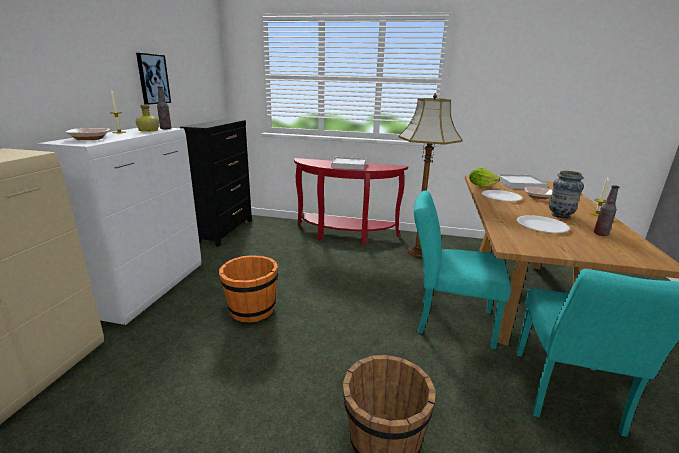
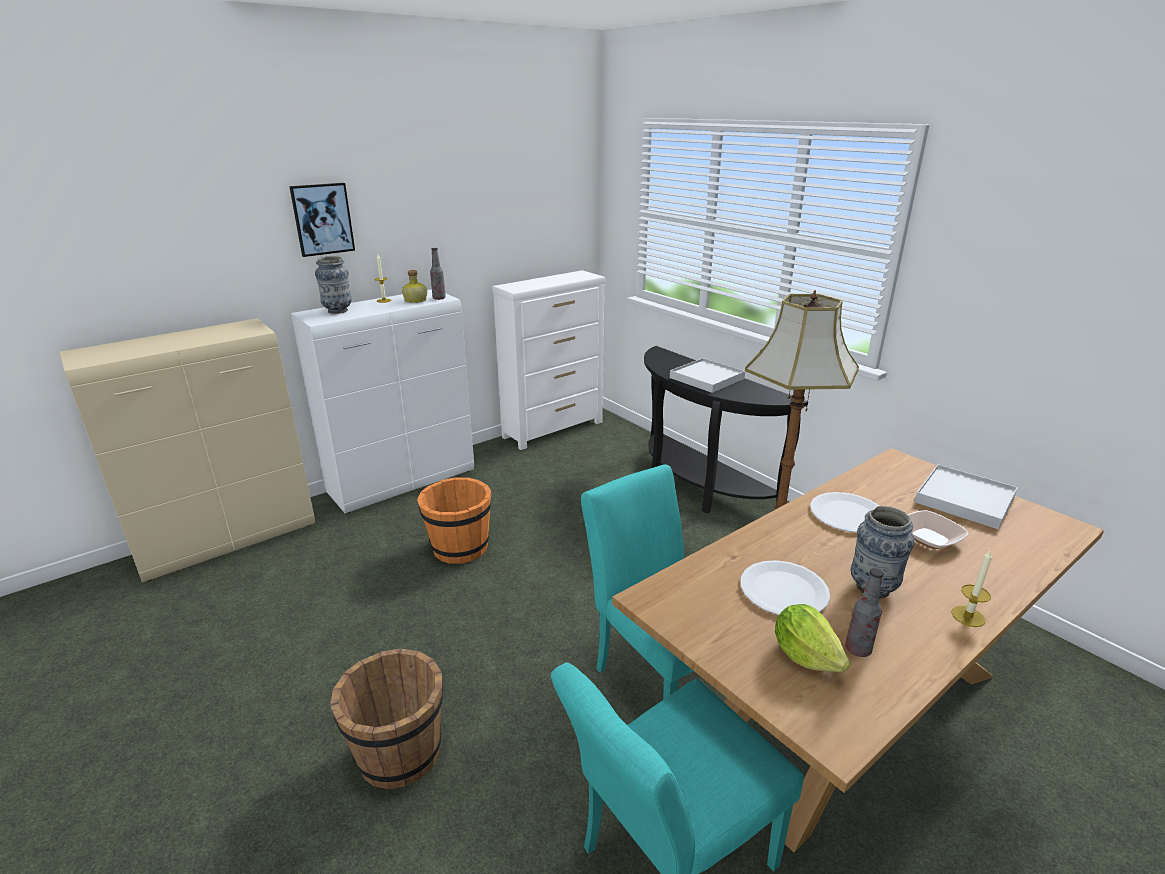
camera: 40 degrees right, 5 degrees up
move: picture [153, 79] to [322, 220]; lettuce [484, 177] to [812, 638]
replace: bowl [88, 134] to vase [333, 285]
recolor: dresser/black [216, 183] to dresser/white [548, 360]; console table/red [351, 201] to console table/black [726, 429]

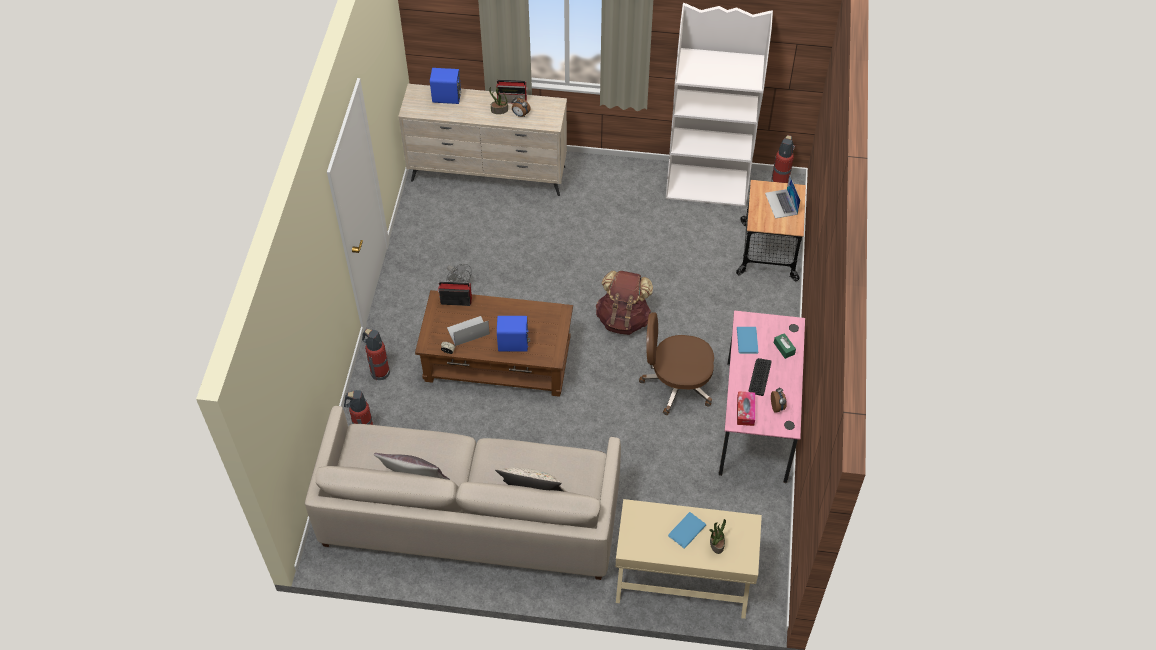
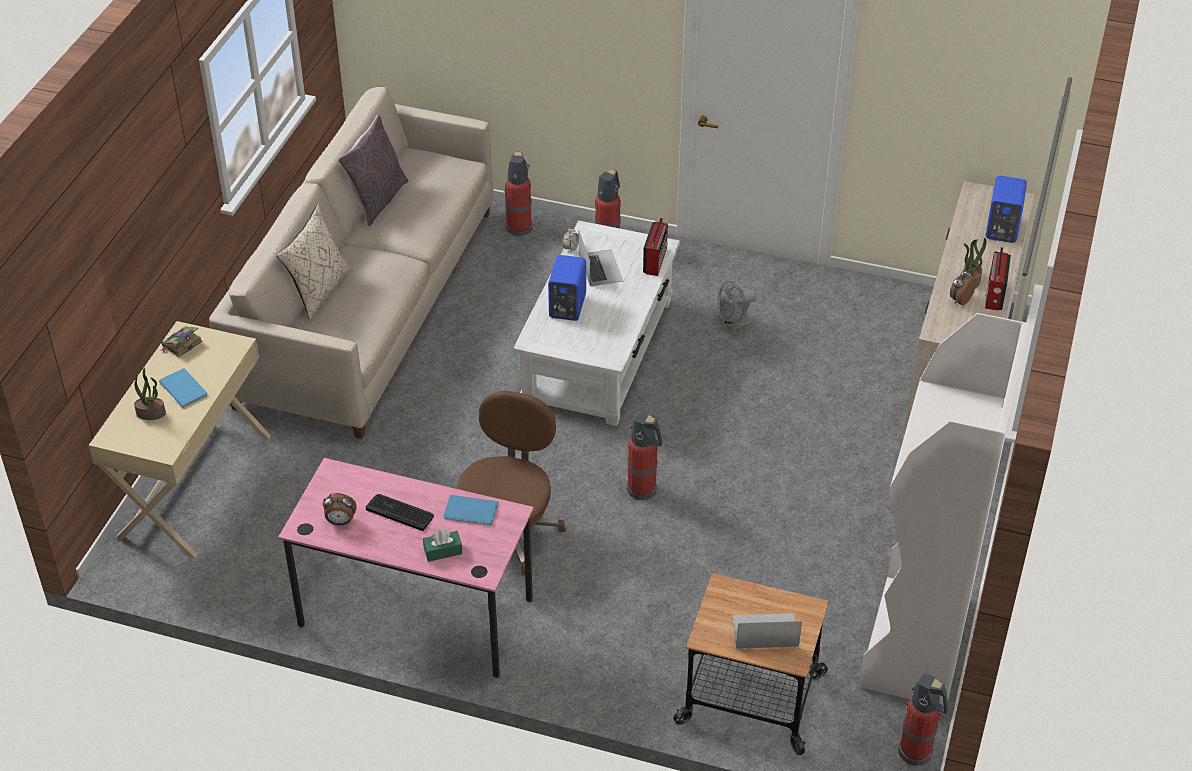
camera: 100 degrees right, 10 degrees down
delete: tissue box [746, 408]
insert: book [181, 342]
replace: backpack/brown [624, 303] to fire extinguisher [645, 456]
recolor: coffee table/brown [494, 343] to coffee table/white [596, 323]

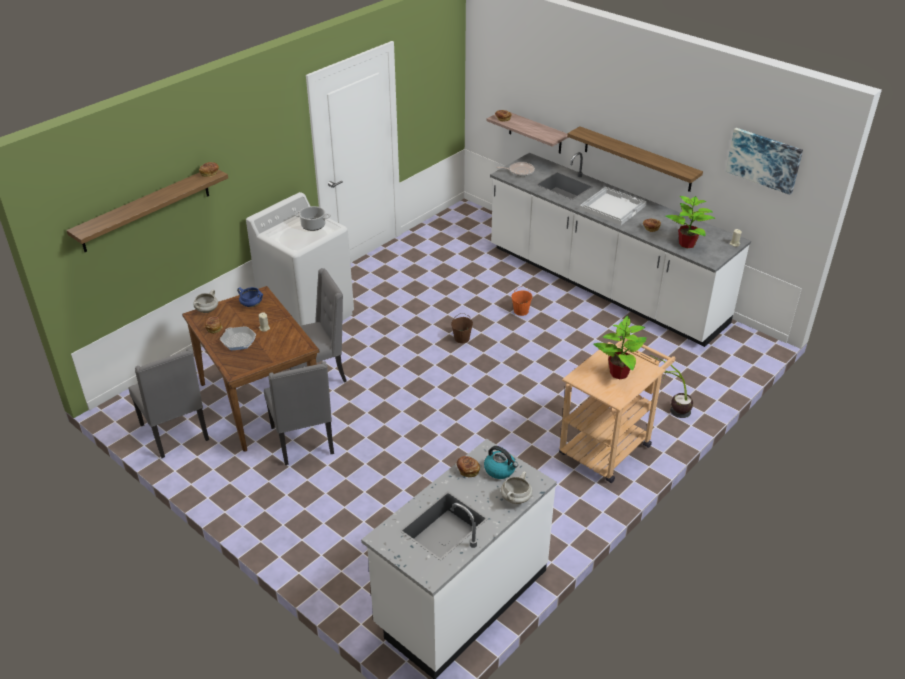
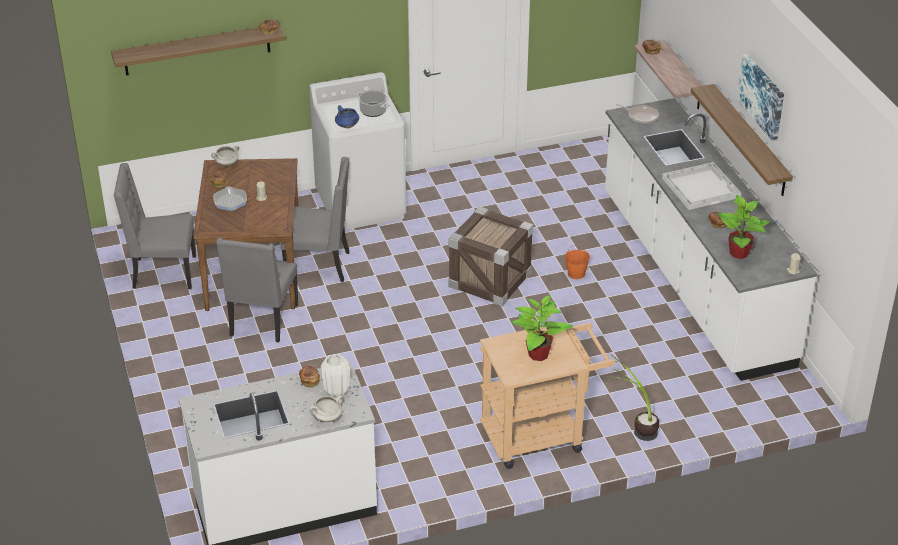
camera: 30 degrees right, 0 degrees up
move: cooking pot/blue [250, 297] to [347, 116]; picture [764, 161] to [760, 97]
replace: bucket/brown [462, 328] to crate [490, 256]; kettle [501, 462] to vase/white [335, 375]
rotate: chair/grey [169, 403] = [155, 226] 90 degrees clockwise

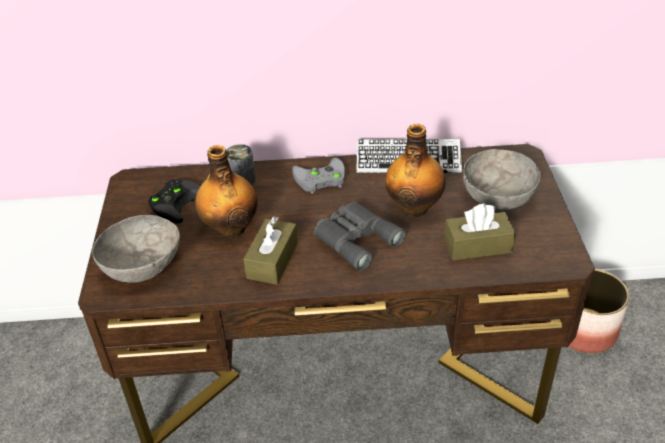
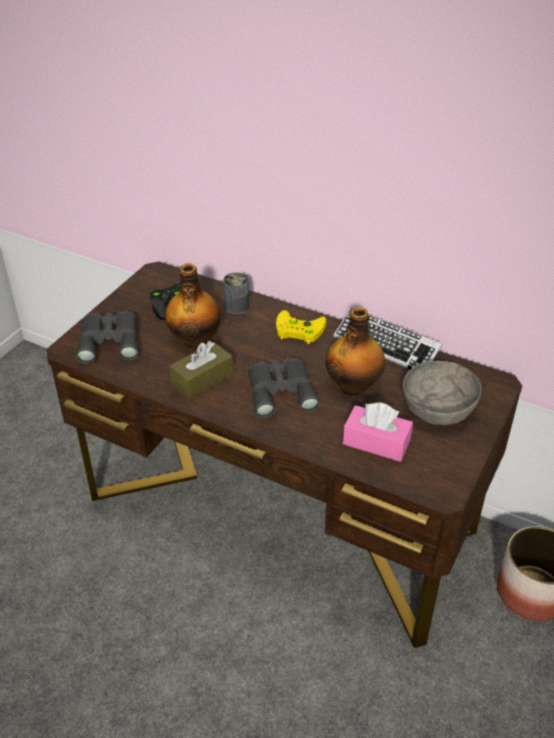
camera: 30 degrees right, 0 degrees up
replace: bowl/grey [136, 249] to binoculars/grey [107, 337]
recolor: game controller/grey [318, 176] to game controller/yellow [301, 327]; tissue box/brown [480, 231] to tissue box/pink [378, 432]

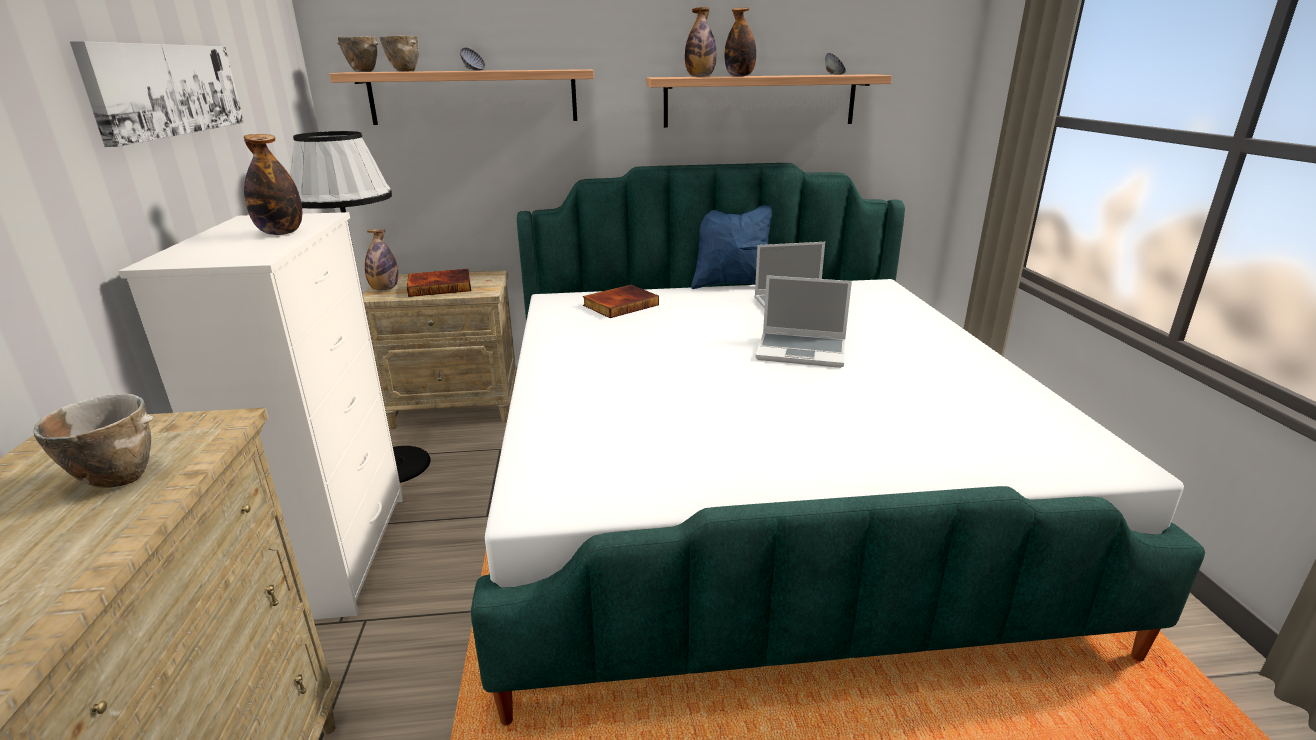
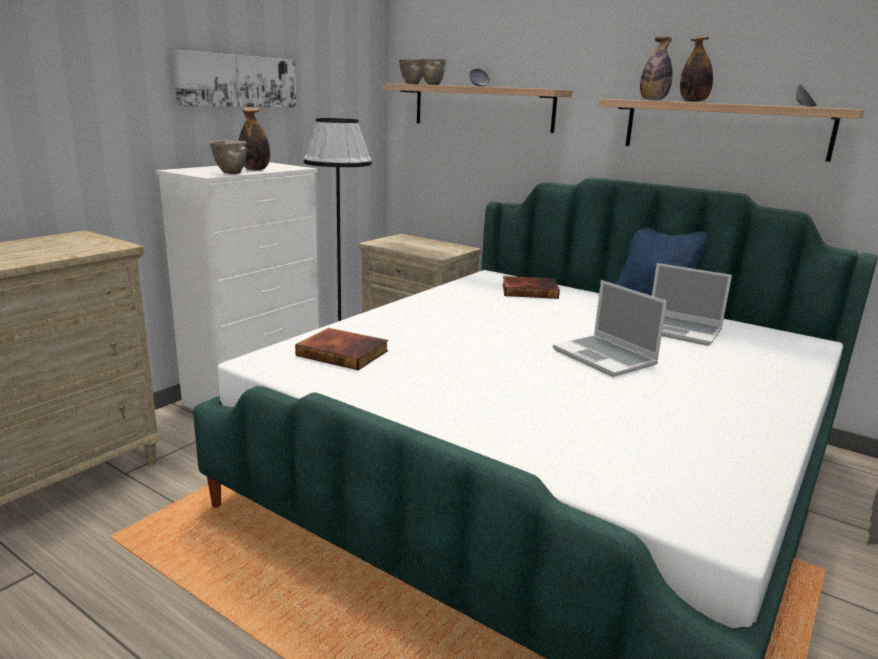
camera: 40 degrees right, 5 degrees down
delete: bottle [381, 260]
move: bowl [93, 441] to [228, 157]; book [439, 283] to [341, 349]

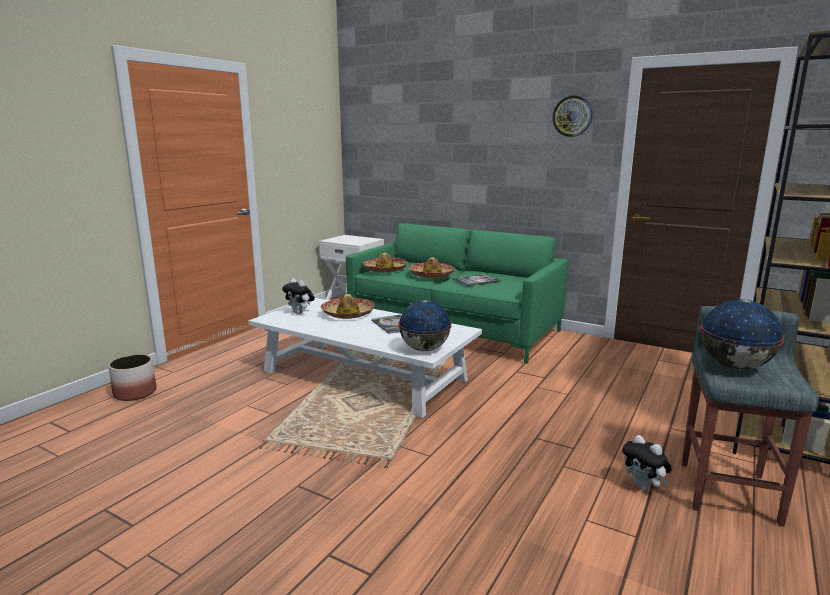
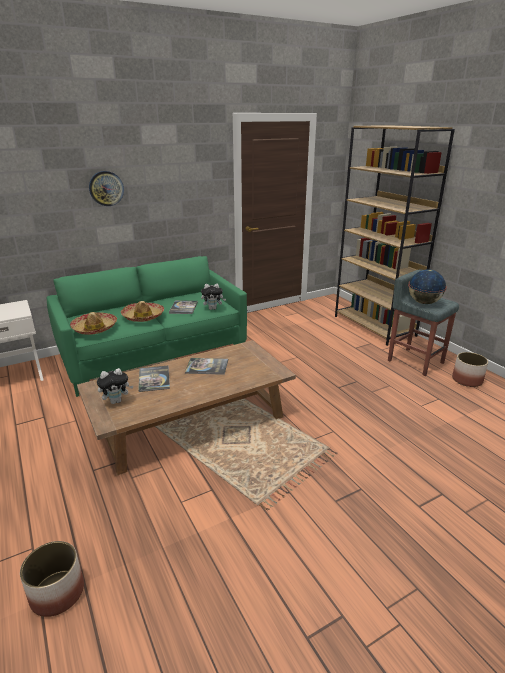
camera: 60 degrees left, 10 degrees up
delete: globe [425, 325]
insert: planter [470, 369]
move: wall clock [572, 116] to [106, 188]; plush toy [647, 463] to [213, 297]
replace: hat [347, 306] to book [154, 379]
recolor: coffee table/white [365, 358] to coffee table/brown [186, 407]

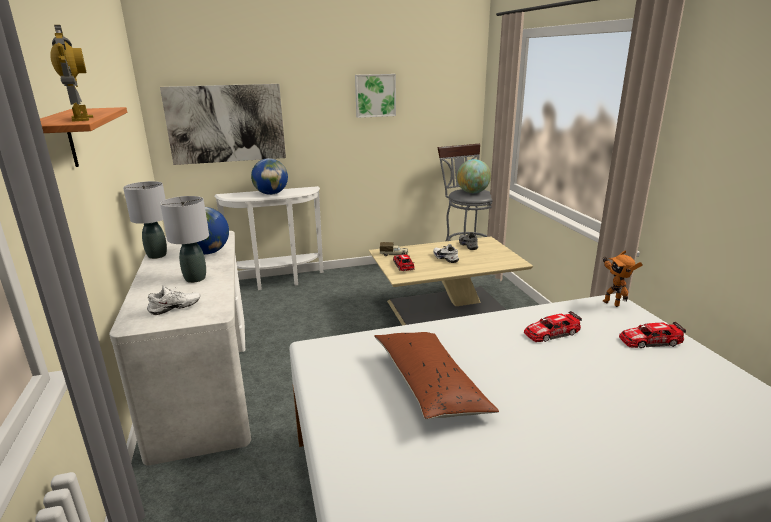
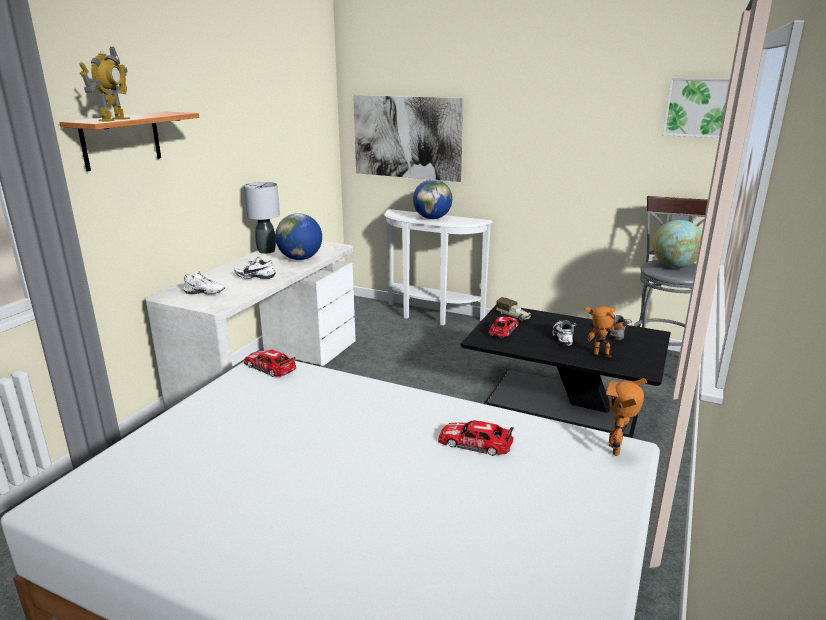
camera: 40 degrees right, 0 degrees up
delete: pillow/brown [436, 375]
insert: toy robot [607, 331]
move: picture [375, 96] to [696, 108]; toy car [652, 335] to [270, 363]
replace: table lamp/grey [184, 239] to shoe/white [254, 267]
recolor: coffee table/beige [451, 280] to coffee table/black [565, 371]

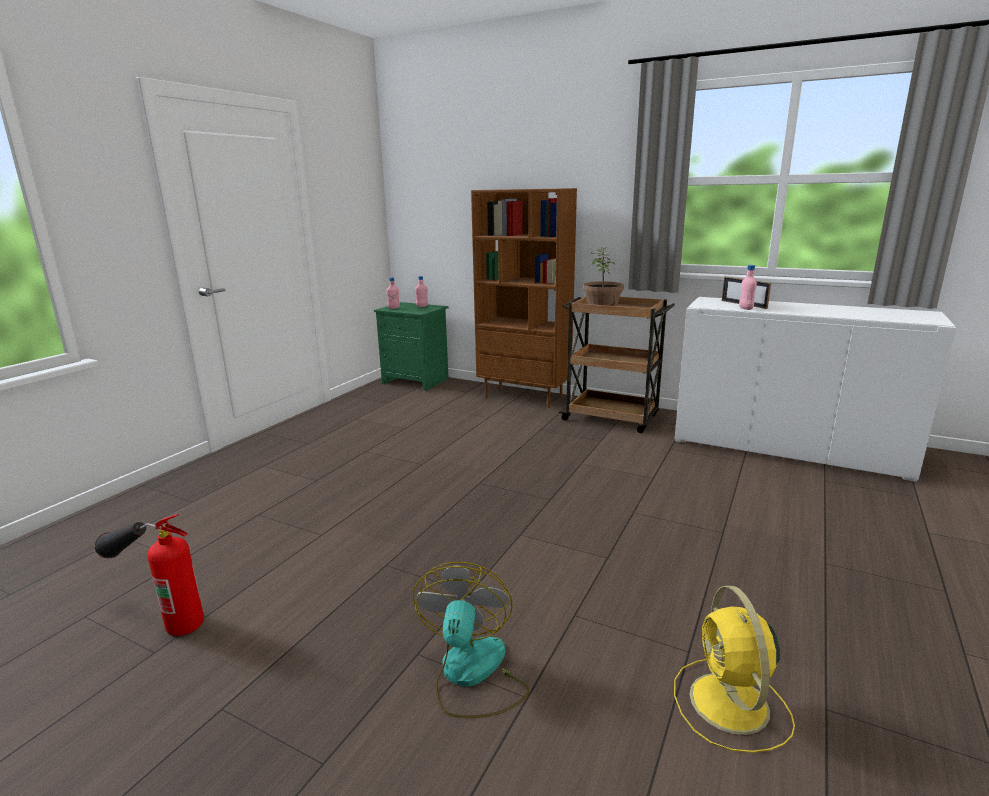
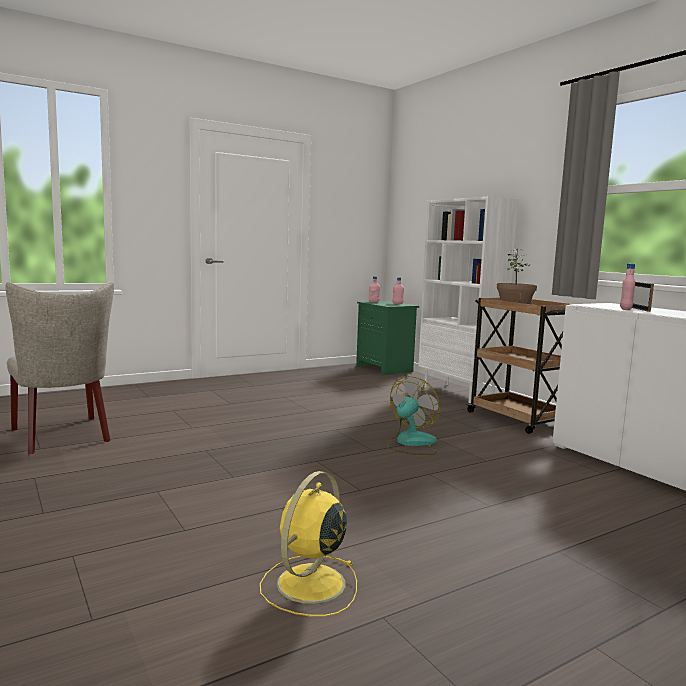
camera: 30 degrees right, 10 degrees down
move: fan [471, 640] to [413, 415]
replace: fire extinguisher [149, 575] to chair/beige [60, 367]
recolor: bookcase/brown [524, 298] to bookcase/white [468, 300]

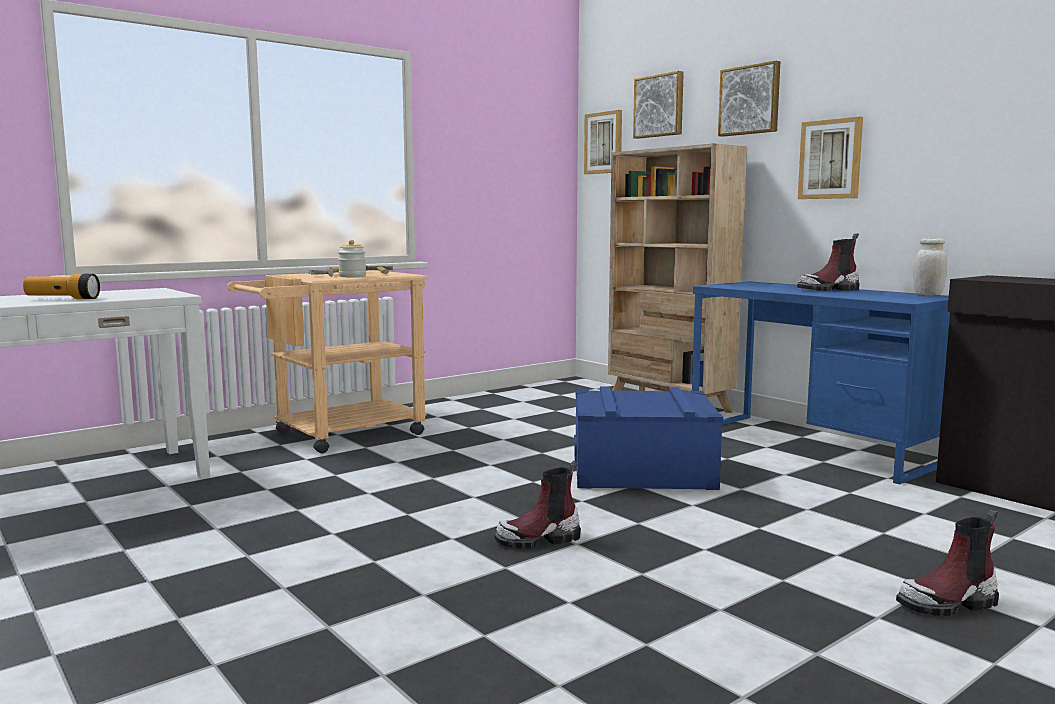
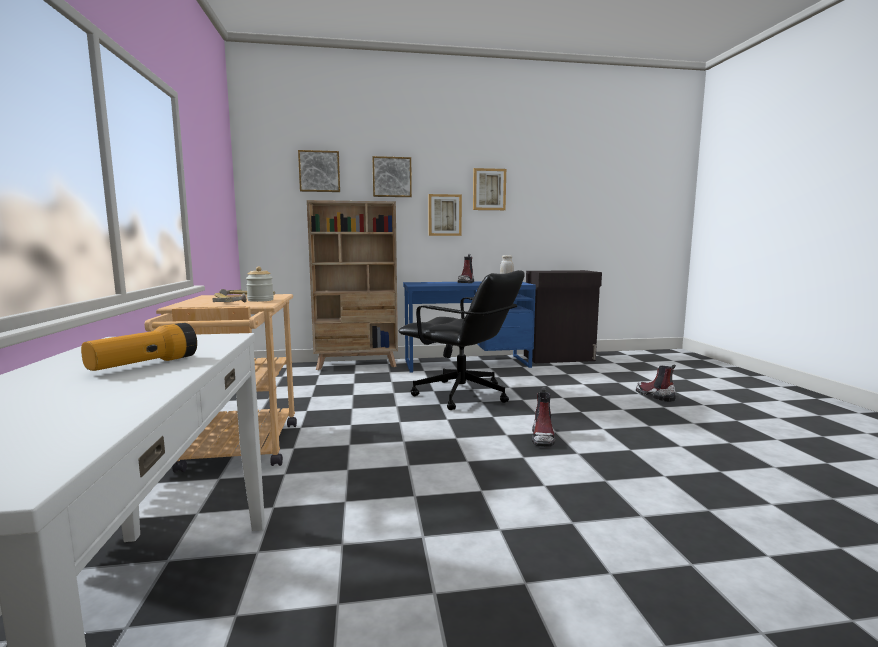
camera: 60 degrees left, 0 degrees up
move: picture [603, 142] to [489, 189]
replace: storage box/blue [648, 438] to office chair/black [462, 340]
rotate: boot [947, 563] = [656, 383] 135 degrees clockwise

